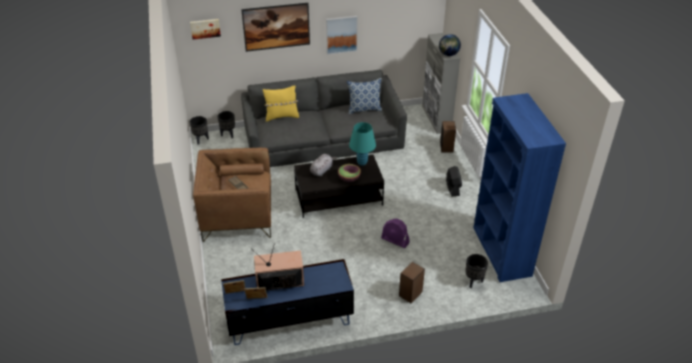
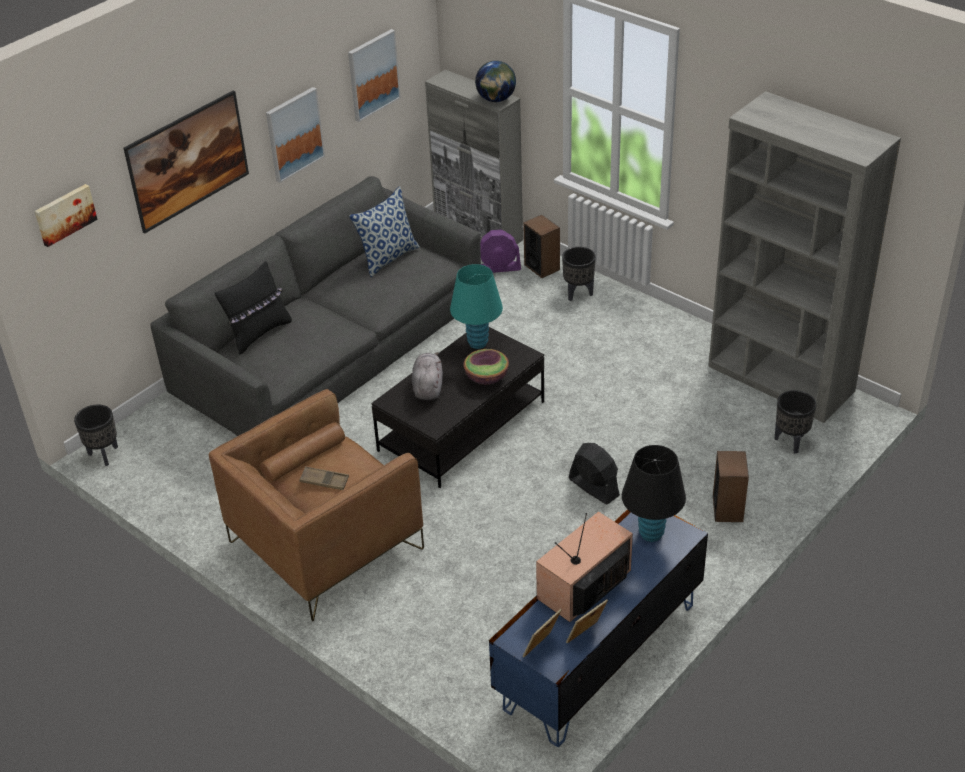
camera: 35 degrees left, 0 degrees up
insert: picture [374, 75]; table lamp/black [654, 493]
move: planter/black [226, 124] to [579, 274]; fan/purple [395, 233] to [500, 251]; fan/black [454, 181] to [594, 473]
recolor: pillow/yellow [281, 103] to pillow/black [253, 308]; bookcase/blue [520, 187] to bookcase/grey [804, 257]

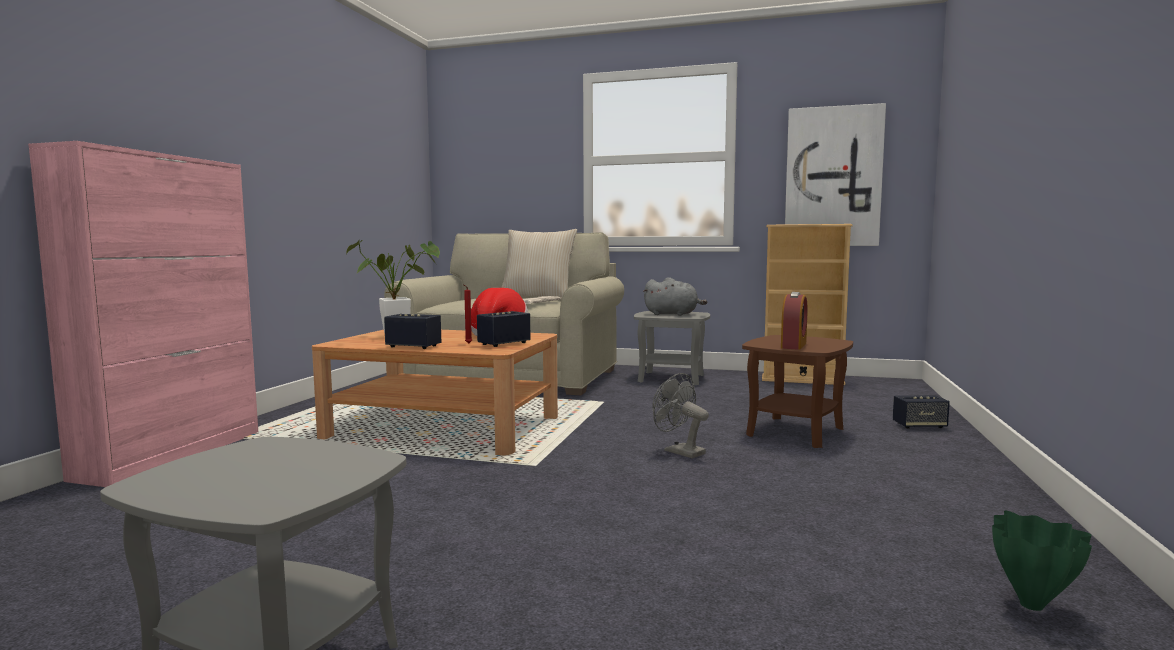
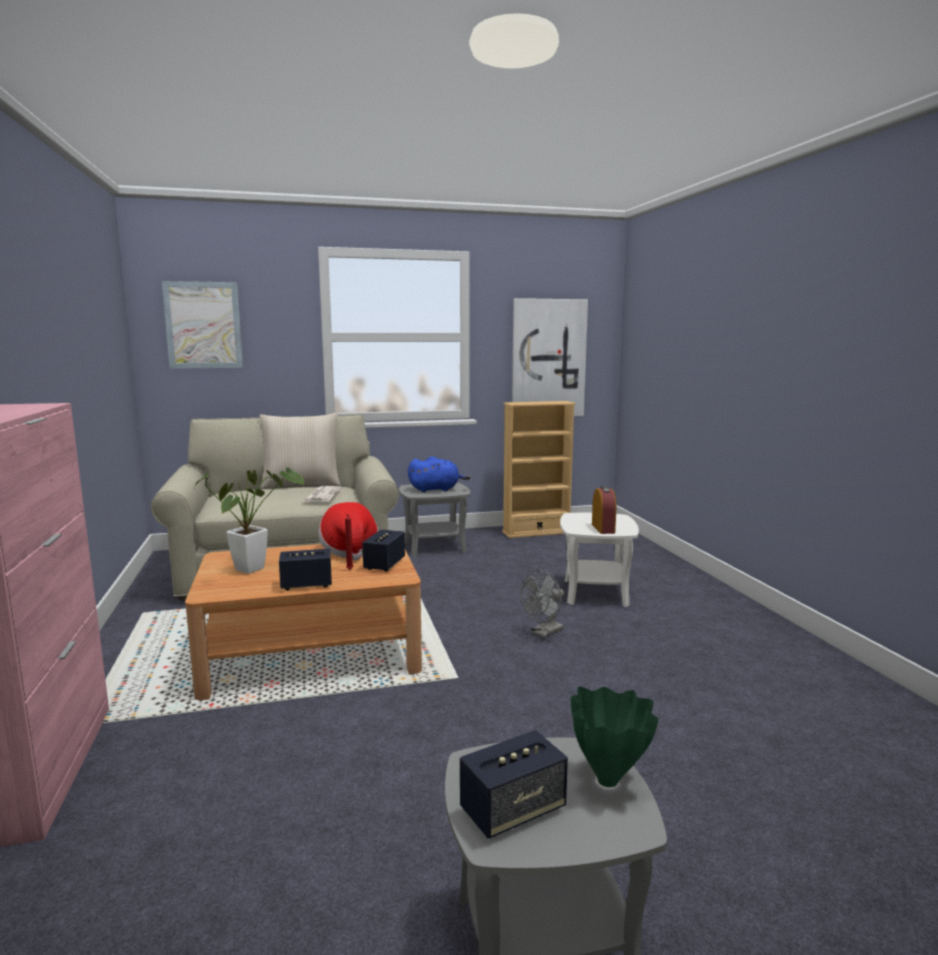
camera: 30 degrees left, 5 degrees up
insert: picture [202, 325]
move: speaker [921, 411] to [514, 784]; vase/green [1042, 561] to [614, 737]
recolor: plush toy/grey [675, 296] to plush toy/blue [439, 474]; side table/brown [797, 391] to side table/white [599, 559]
rotate: fan/grey [680, 416] = [542, 604] 60 degrees counterclockwise

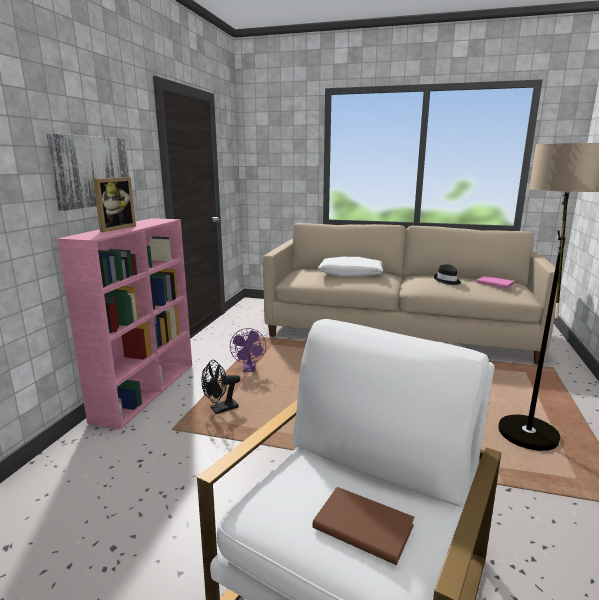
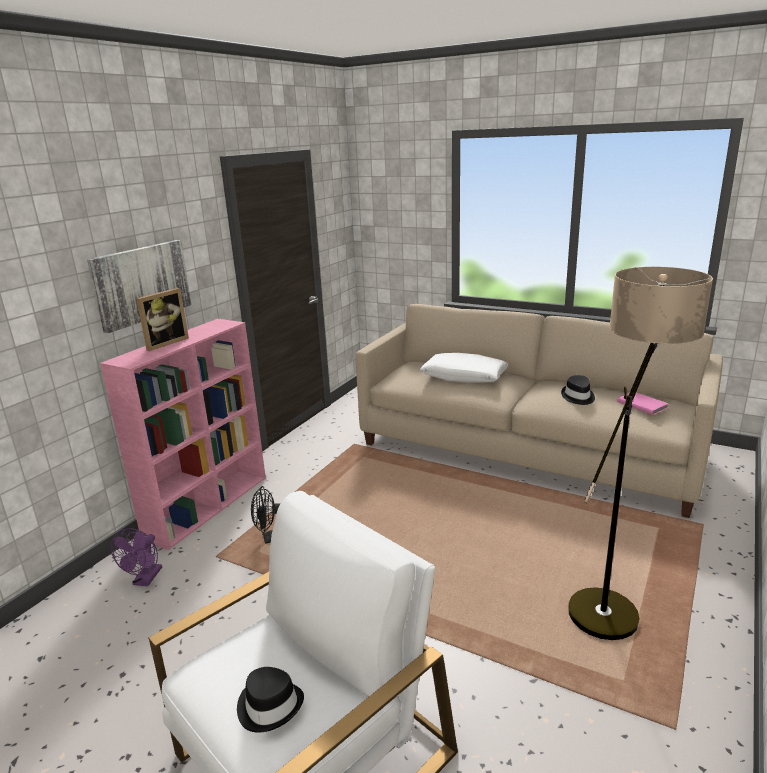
camera: 15 degrees right, 5 degrees up
move: fan/purple [248, 350] to [136, 557]
replace: book/brown [363, 526] to hat/black [270, 699]

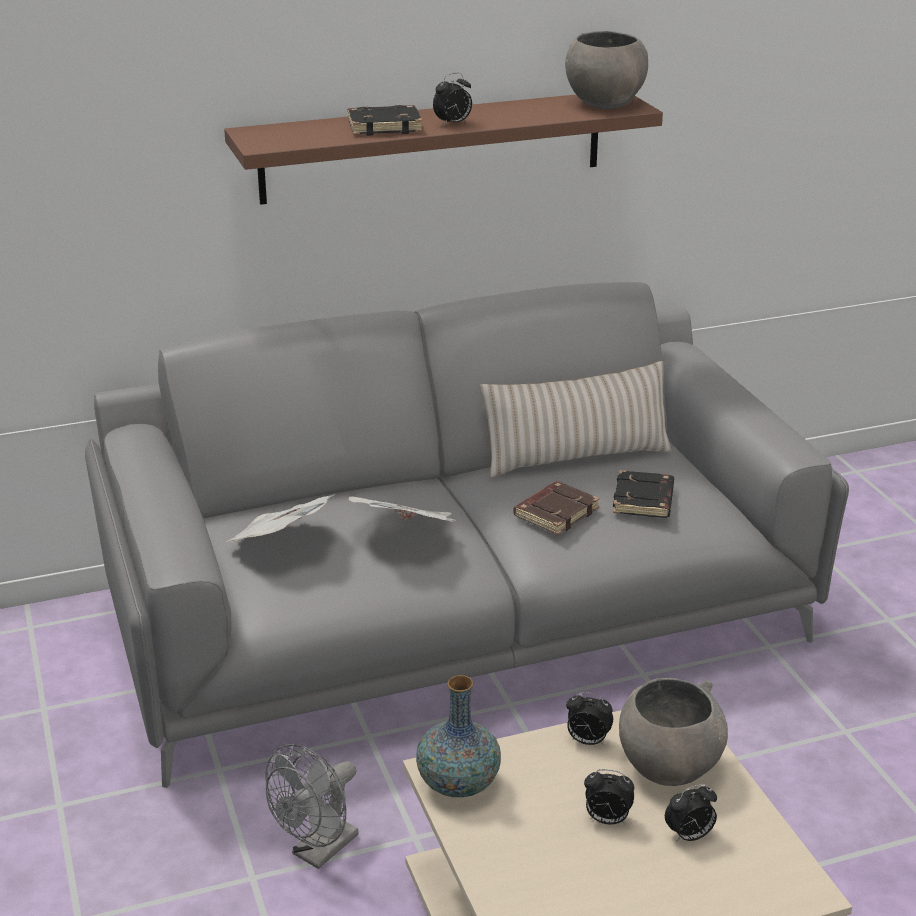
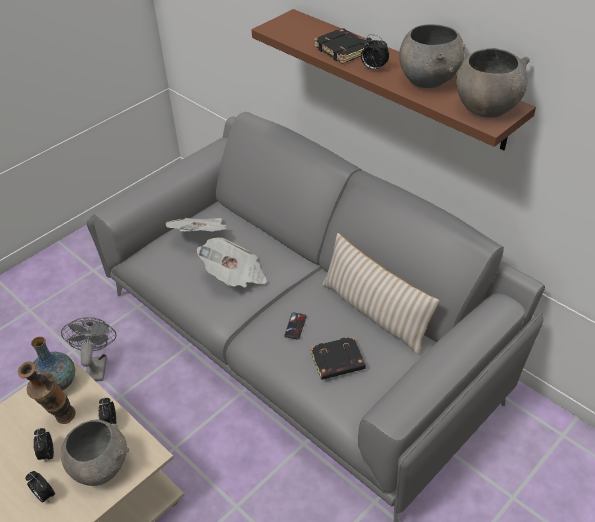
camera: 65 degrees right, 15 degrees up
insert: vase [47, 392]; bowl/grey [432, 56]
replace: book/brown [557, 508] to phone [295, 326]
rotate: fan/grey [312, 806] = [88, 349] 75 degrees clockwise

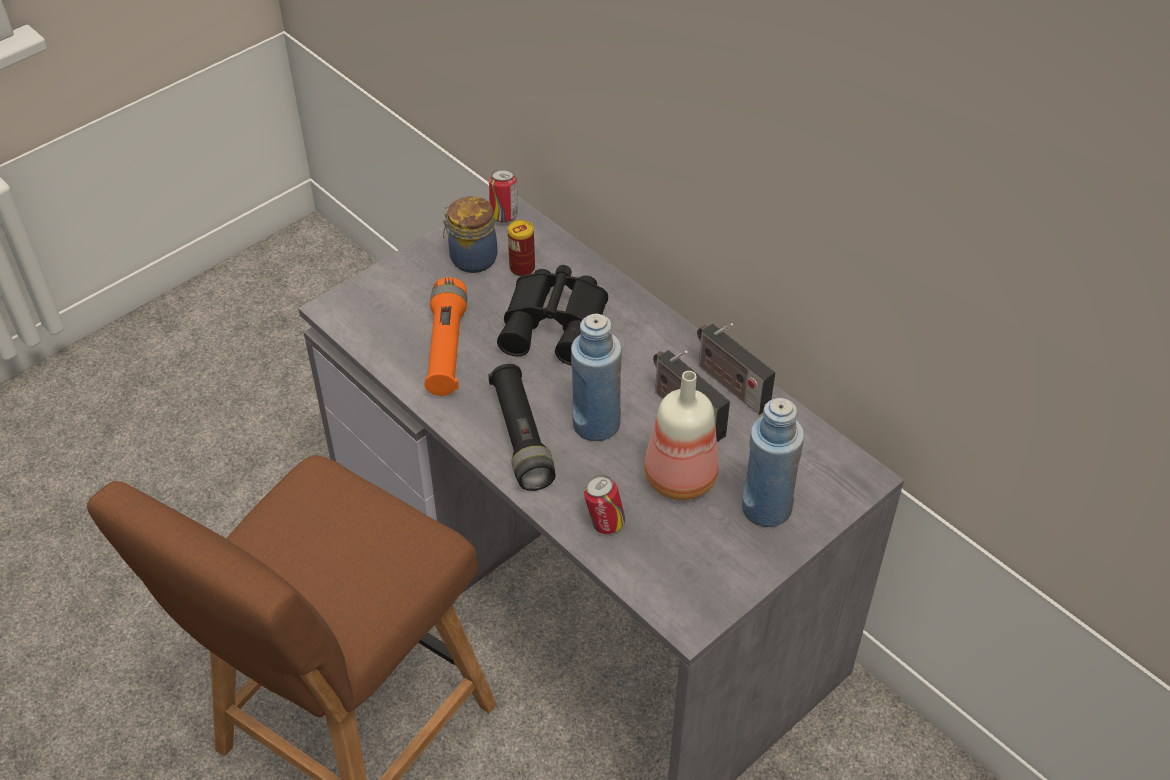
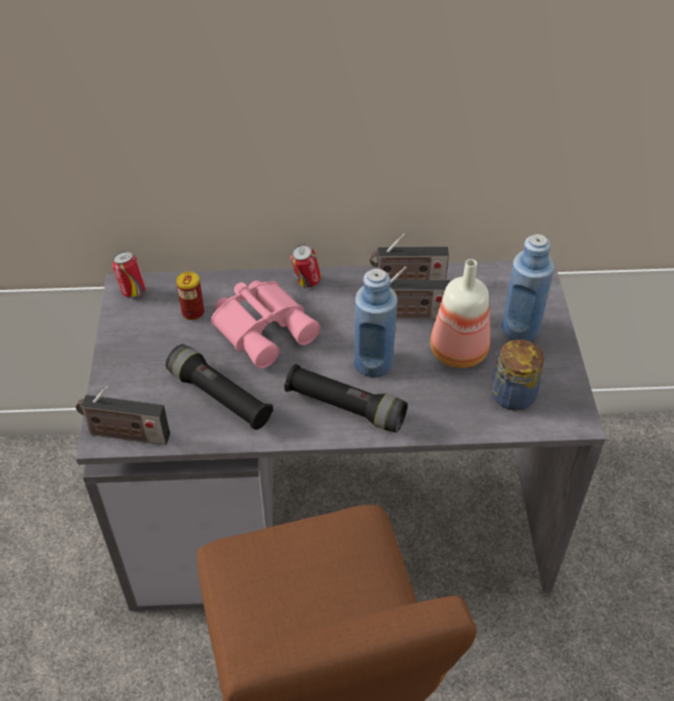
camera: 50 degrees left, 0 degrees up
insert: radio [123, 415]
move: jar [470, 234] to [517, 375]; can [604, 504] to [306, 266]
recolor: flashlight/orange [445, 336] to flashlight/black [219, 387]; binoculars/black [552, 315] to binoculars/pink [266, 324]

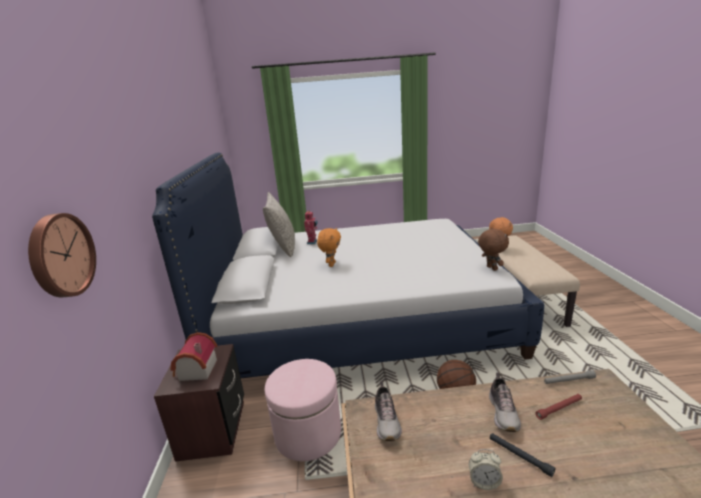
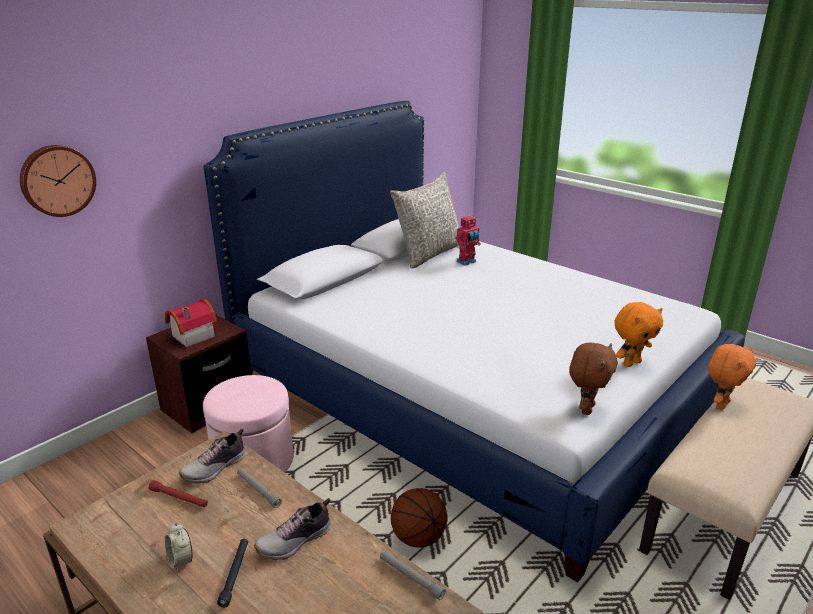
camera: 45 degrees right, 5 degrees up
insert: flashlight/grey [259, 488]
move: plush toy/orange [329, 247] to [639, 334]; flashlight/red [558, 407] to [178, 494]

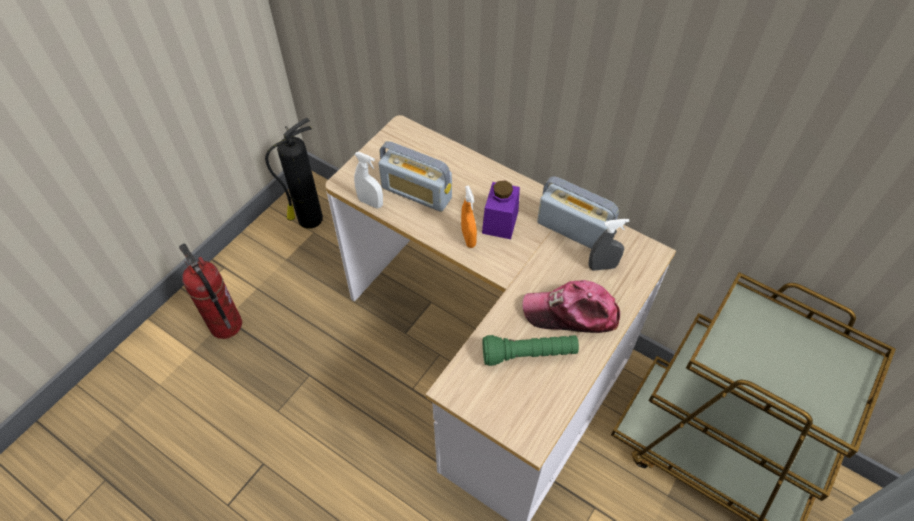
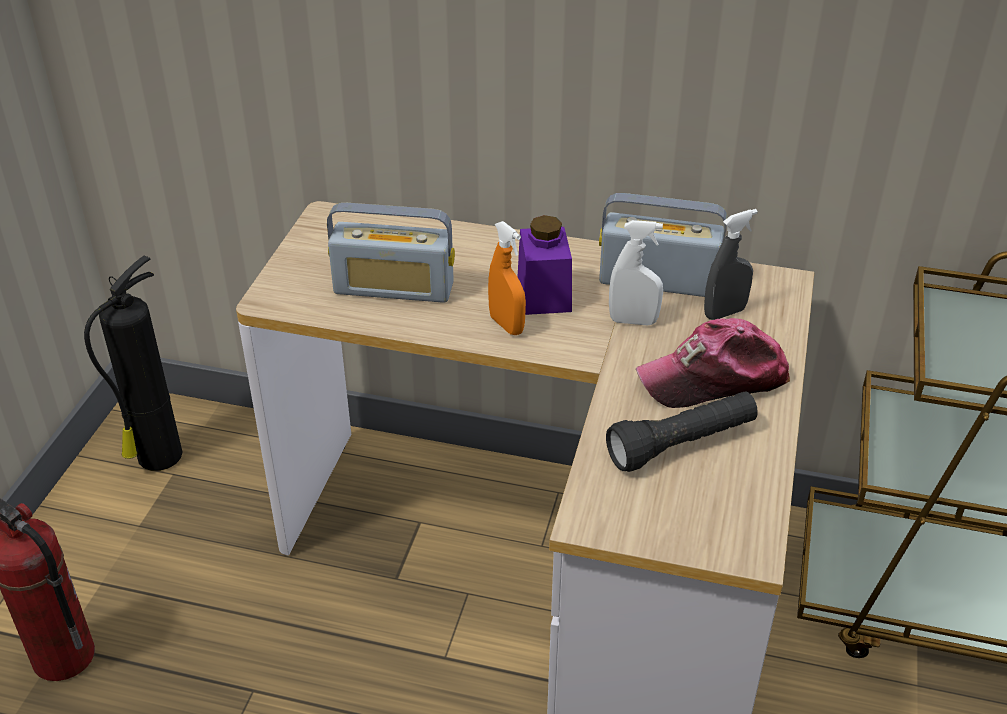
camera: 20 degrees left, 15 degrees down
move: spray bottle/white [368, 180] to [636, 273]
recolor: flashlight/green [531, 350] to flashlight/black [682, 431]

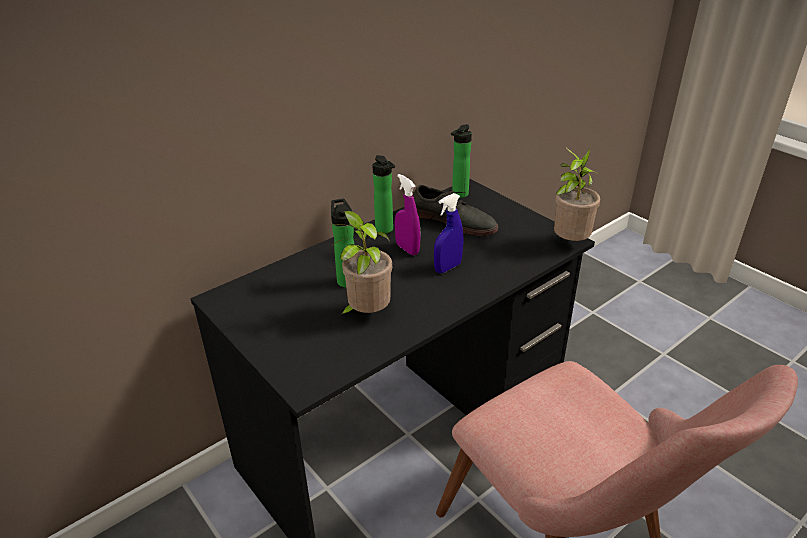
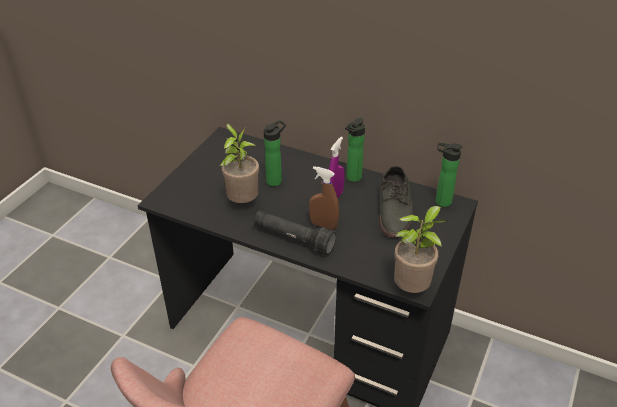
camera: 65 degrees right, 5 degrees up
insert: flashlight/black [295, 233]
recolor: spray bottle/blue [448, 233] to spray bottle/brown [324, 198]

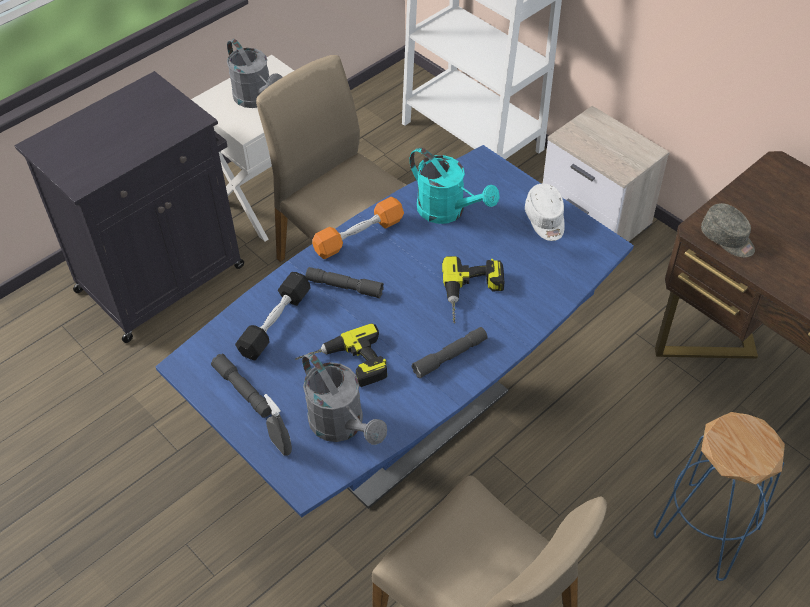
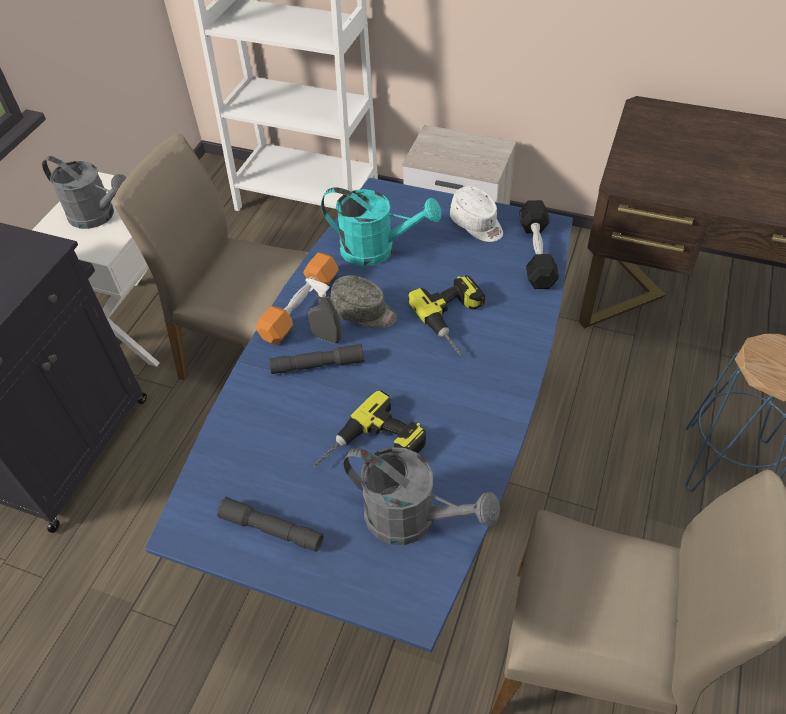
camera: 25 degrees left, 0 degrees up
delete: flashlight/grey [449, 352]
move: dumbbell/black [273, 316] to [539, 244]; spray bottle/grey [278, 425] to [323, 311]; cap/grey [728, 230] to [363, 302]

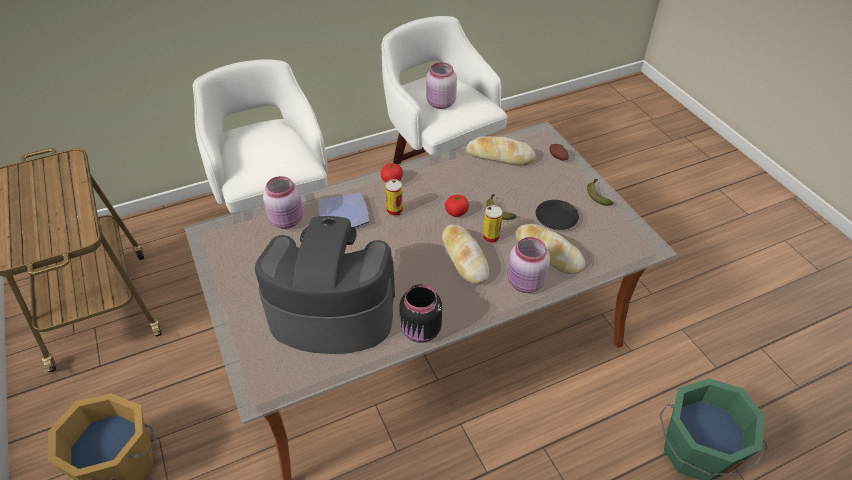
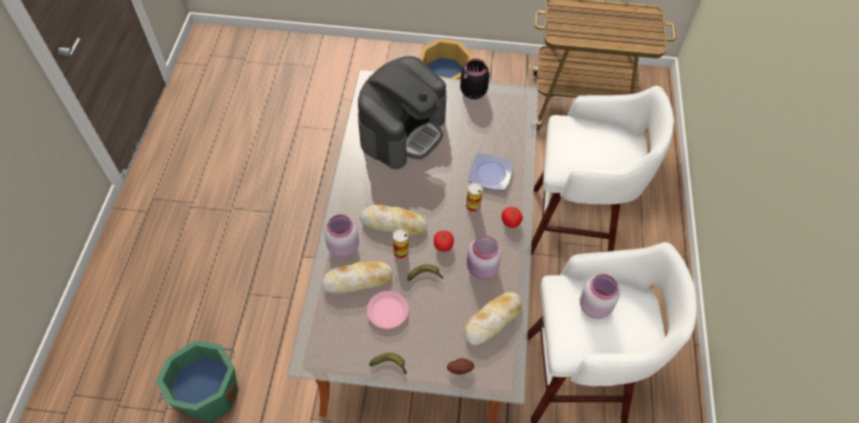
camera: 120 degrees right, 10 degrees up
move: jar/pink [283, 202] to [484, 257]; jar/black [420, 313] to [474, 79]
recolor: plate/black [557, 215] to plate/pink [387, 310]

